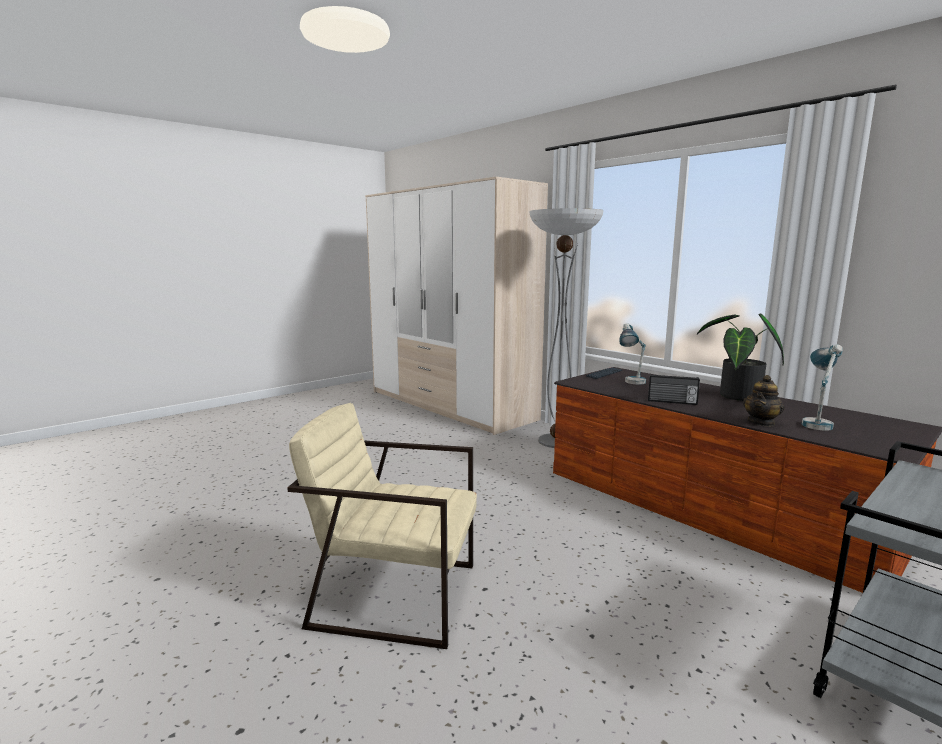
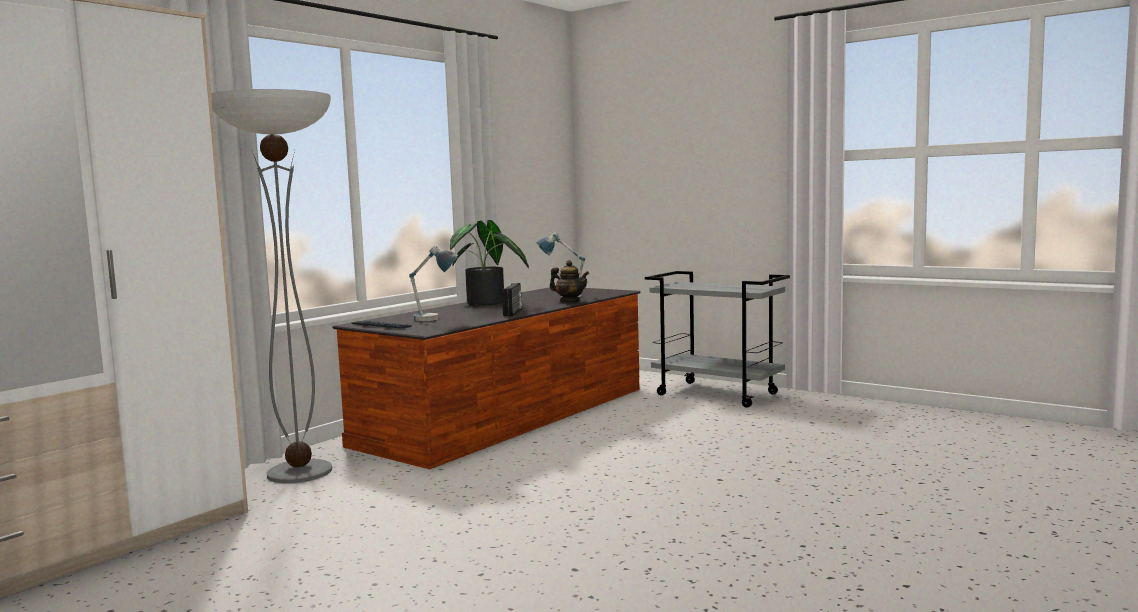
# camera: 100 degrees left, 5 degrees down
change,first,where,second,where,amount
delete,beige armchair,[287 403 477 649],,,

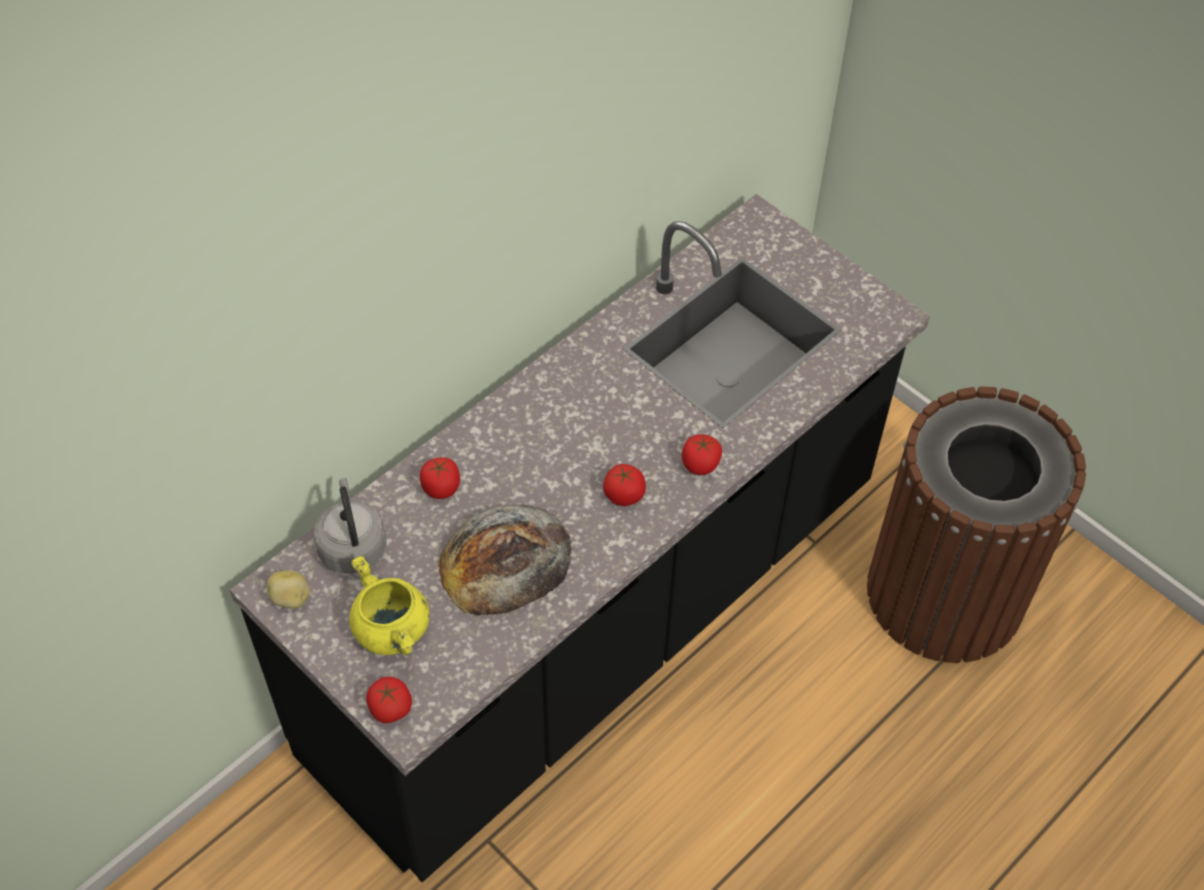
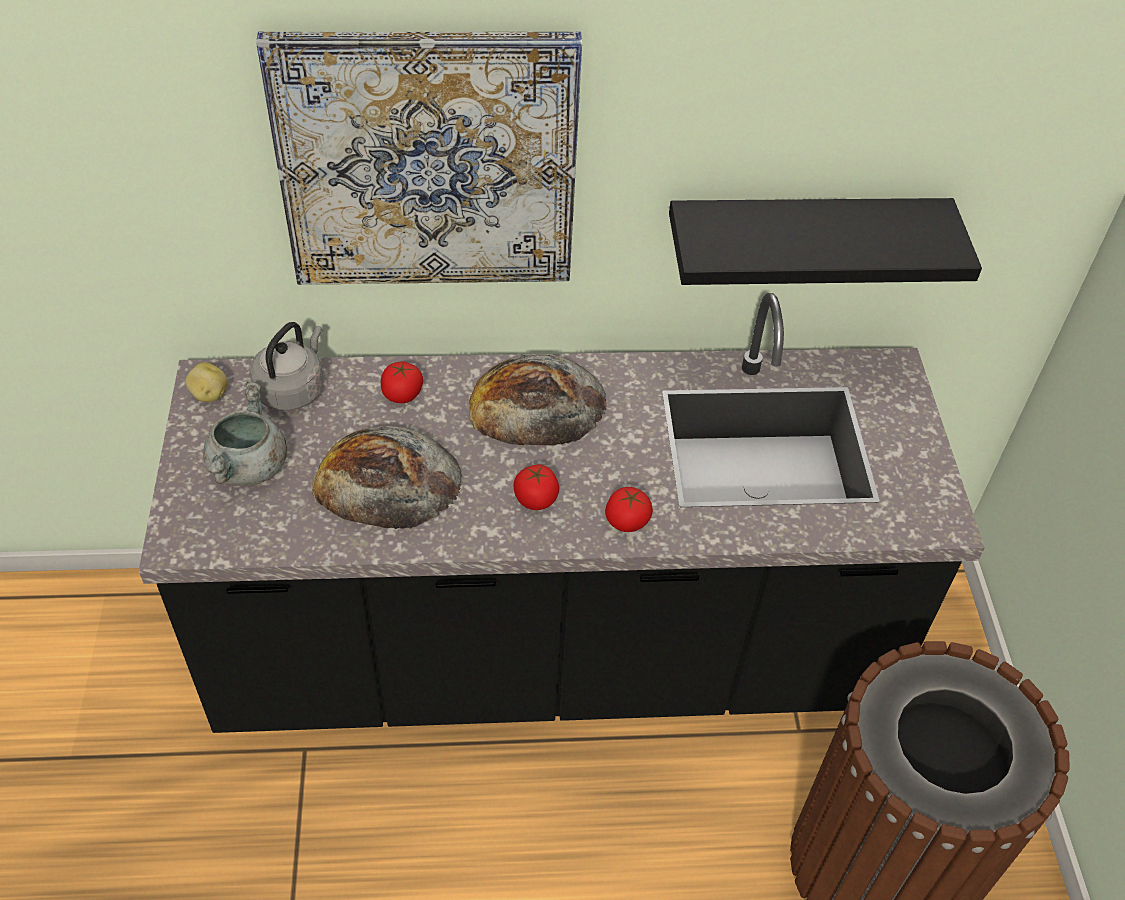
# camera: 40 degrees right, 5 degrees down
change,first,where,second,where,amount
recolor,yellow cooking pot,[349 556 430 655],grey cooking pot,[203 382 287 486],
insert,,,picture,[256 31 582 285],
insert,,,bread,[469 354 607 446],
insert,,,black shelf,[669 198 982 285],
delete,tomato,[366 677 412 723],,,

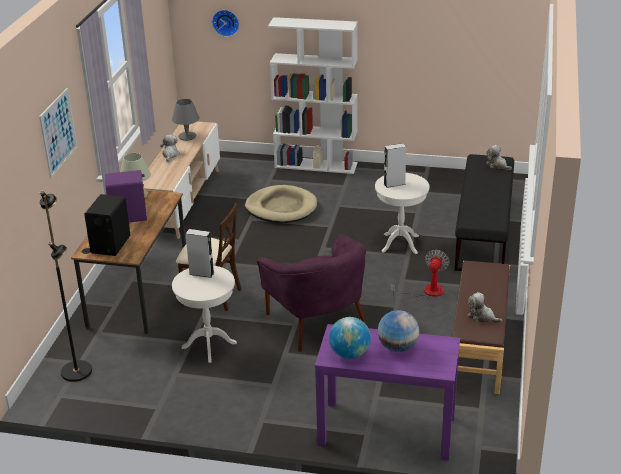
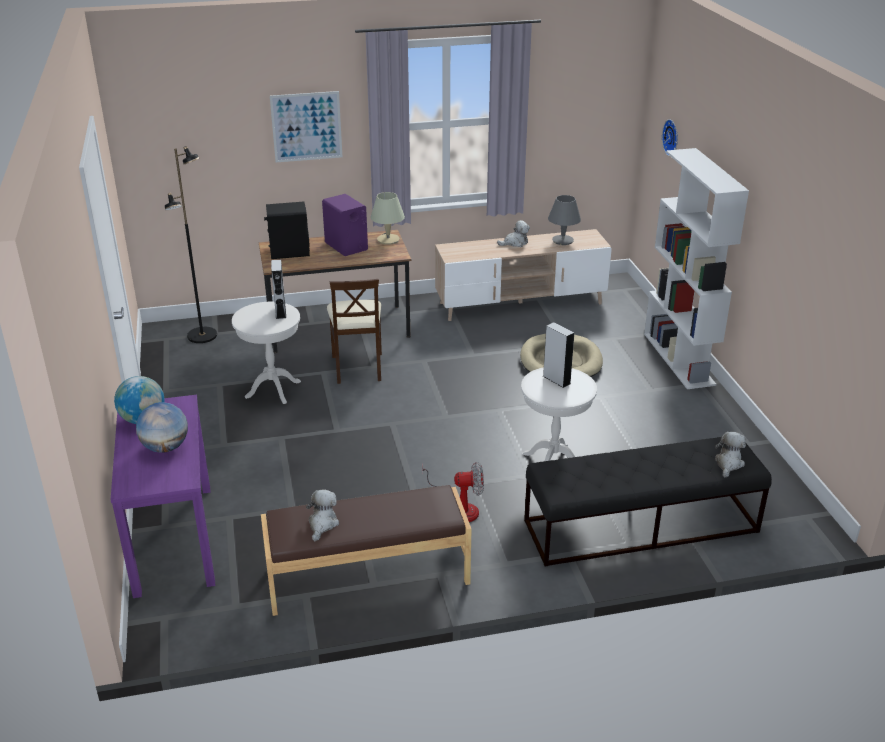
# camera: 65 degrees right, 0 degrees up
change,first,where,second,where,amount
delete,purple armchair,[257 234 367 352],,,

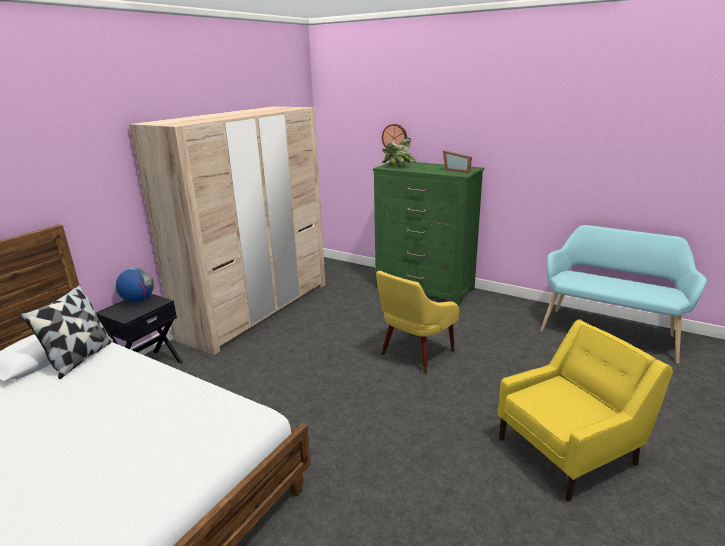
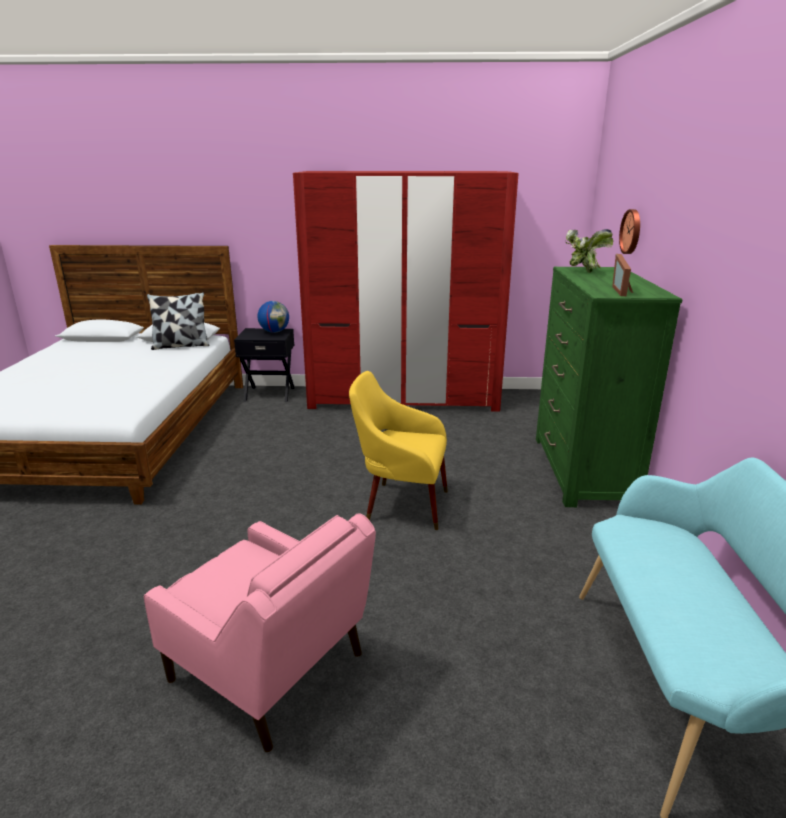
# camera: 60 degrees right, 0 degrees up
change,first,where,second,where,amount
recolor,yellow armchair,[497 319 673 501],pink armchair,[144 514 376 752],
recolor,beige wardrobe,[129 106 325 355],red wardrobe,[293 171 519 412],

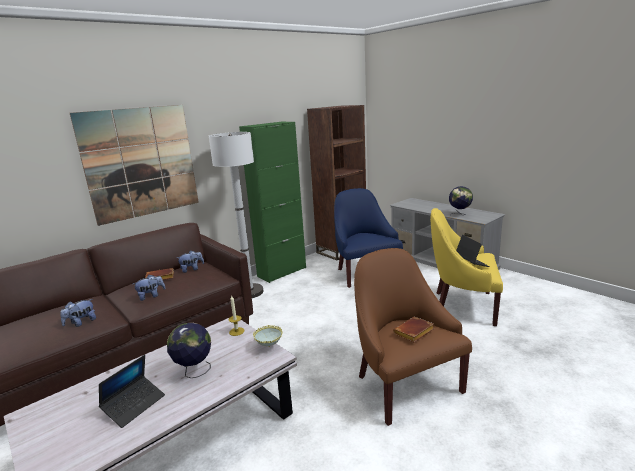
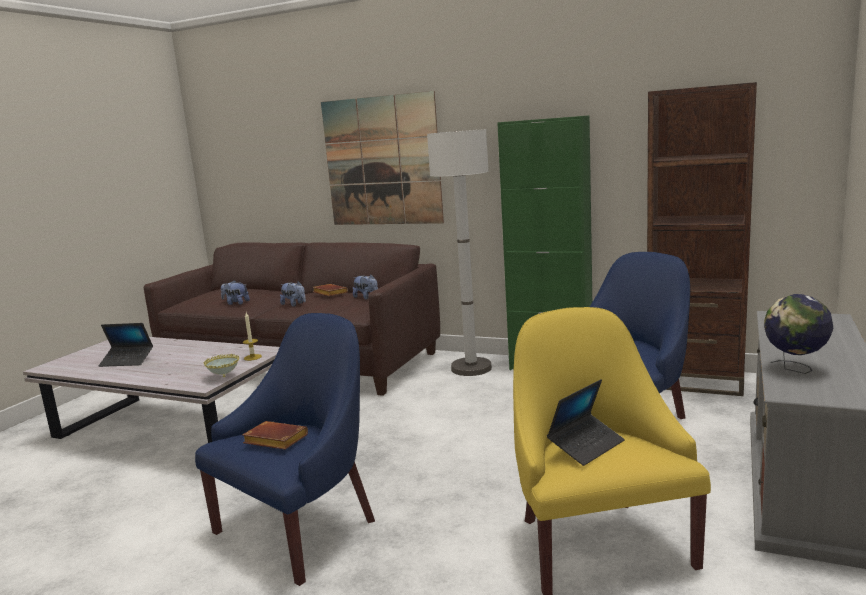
# camera: 65 degrees right, 5 degrees down
change,first,where,second,where,amount
recolor,brown armchair,[354 248 472 426],blue armchair,[195 313 375 586],
delete,globe,[167 323 211 378],,,

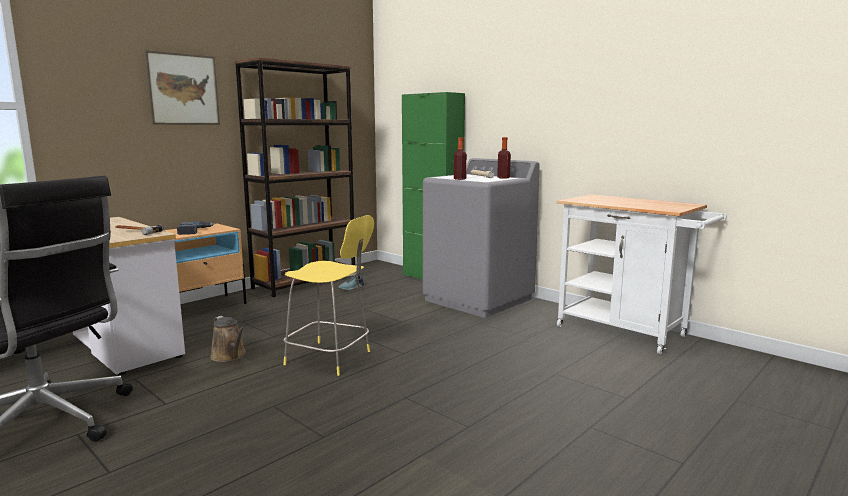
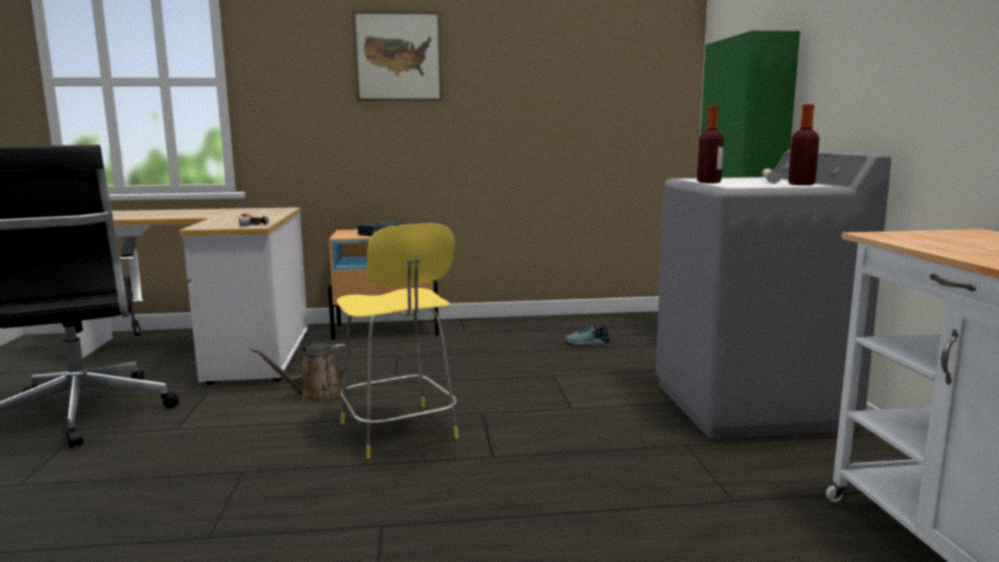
# camera: 40 degrees right, 0 degrees up
change,first,where,second,where,amount
rotate,brown watering can,[210 316 246 362],,[250 343 352 400],60 degrees clockwise
delete,brown bookcase,[235 57 356 297],,,

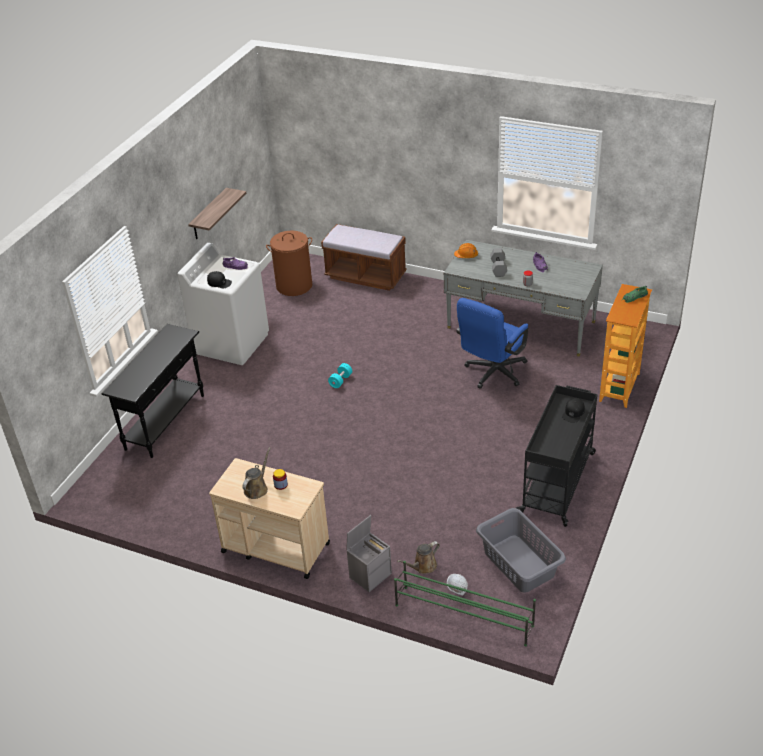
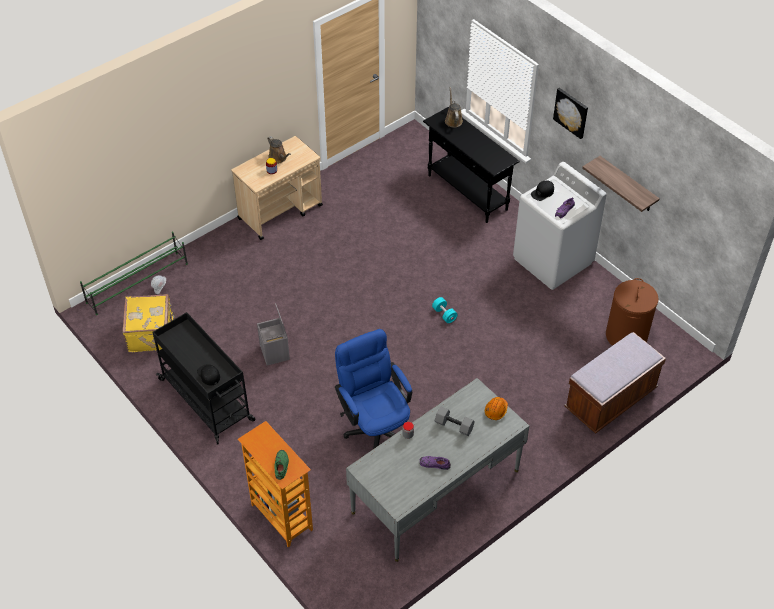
# camera: 115 degrees right, 10 degrees up
change,first,where,second,where,amount
replace,grey laundry basket,[476 508 566 592],yellow suitcase,[122 294 175 353],
move,grey storage box,[346 515 392 592],,[257 303 290 366],
move,brown watering can,[397 541 440 574],,[445 87 463 128],
insert,,,picture,[553 88 588 139],

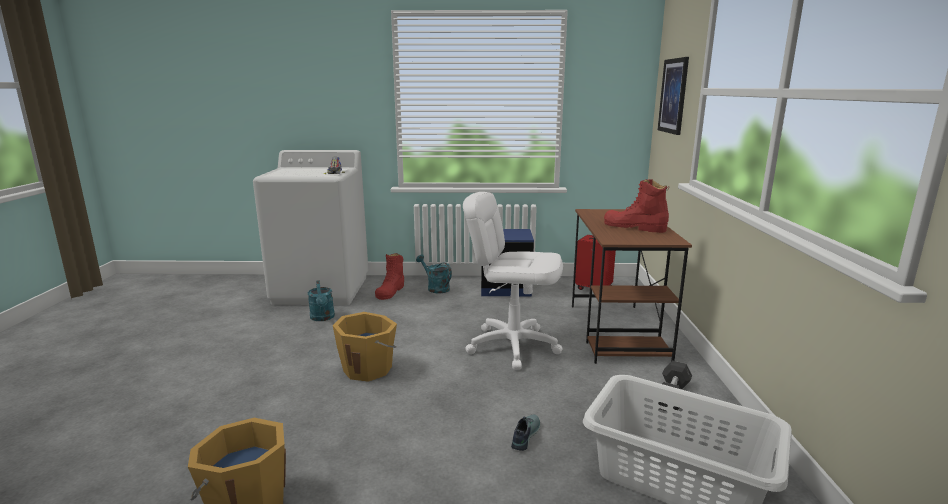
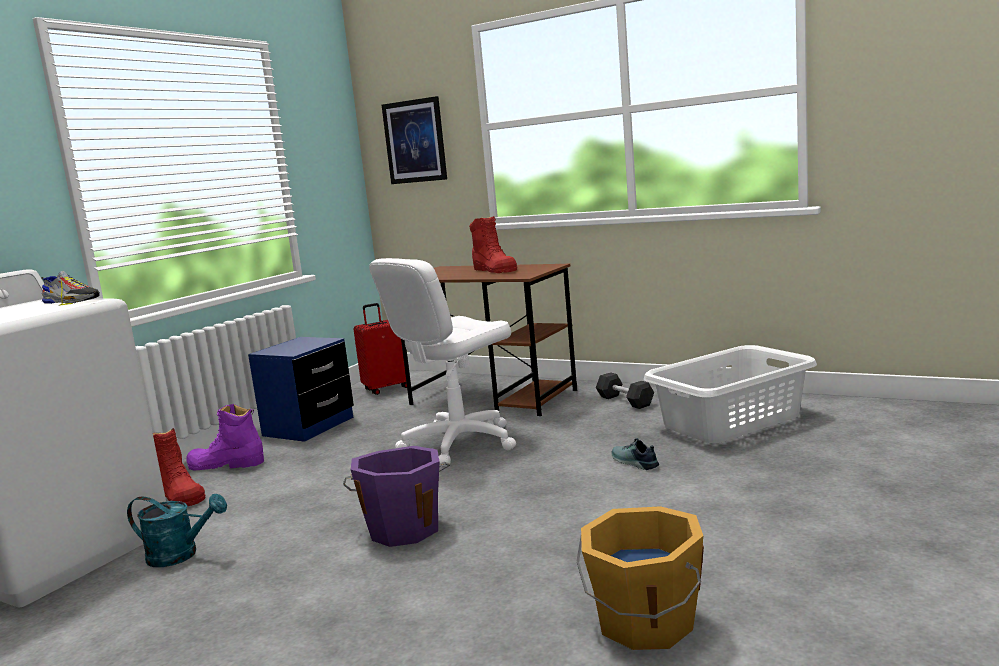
# camera: 60 degrees left, 5 degrees down
change,first,where,second,where,amount
replace,turquoise watering can,[416 255 452 293],purple boot,[186 404 264 471],
recolor,orange bucket,[333 312 397 382],purple bucket,[343 446 450 547],
rotate,red boot,[604 179 669 233],,[469 216 517 273],90 degrees counterclockwise

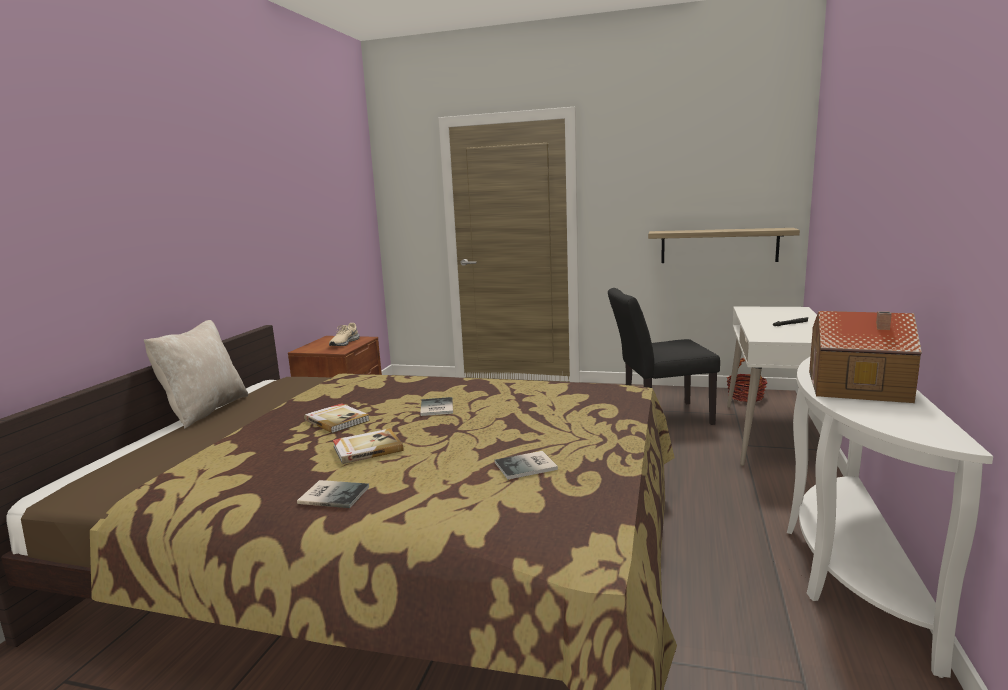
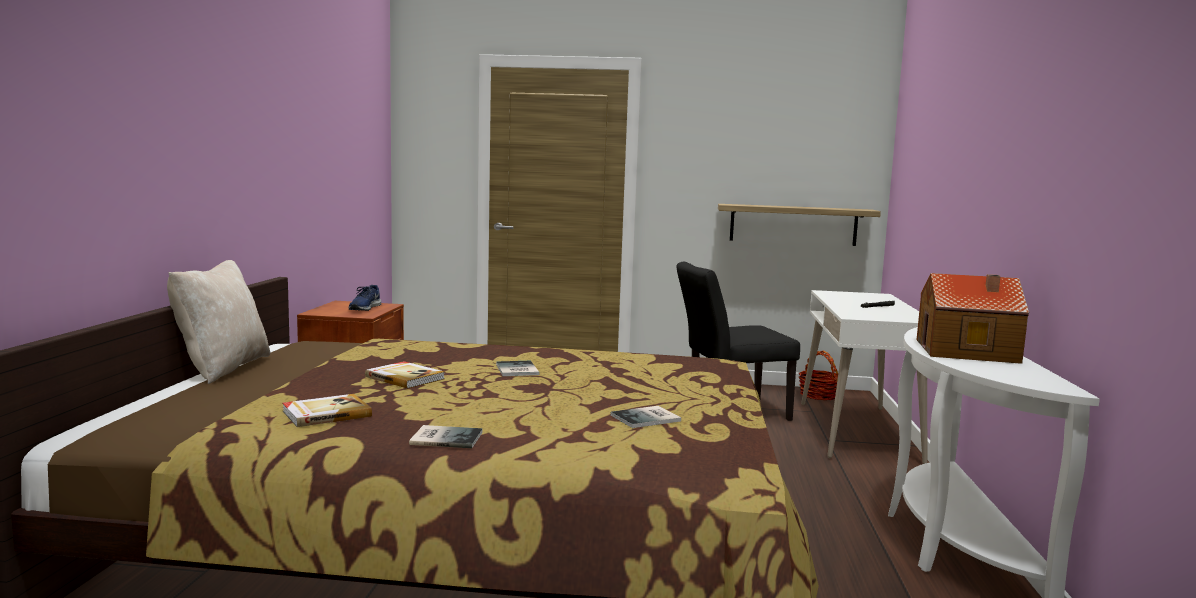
# camera: 10 degrees left, 5 degrees down
change,first,where,second,where,amount
move,book,[333 428 404 464],,[282 394 372 427],
recolor,beige shoe,[329 323 359 346],blue shoe,[349 285 382 311],

